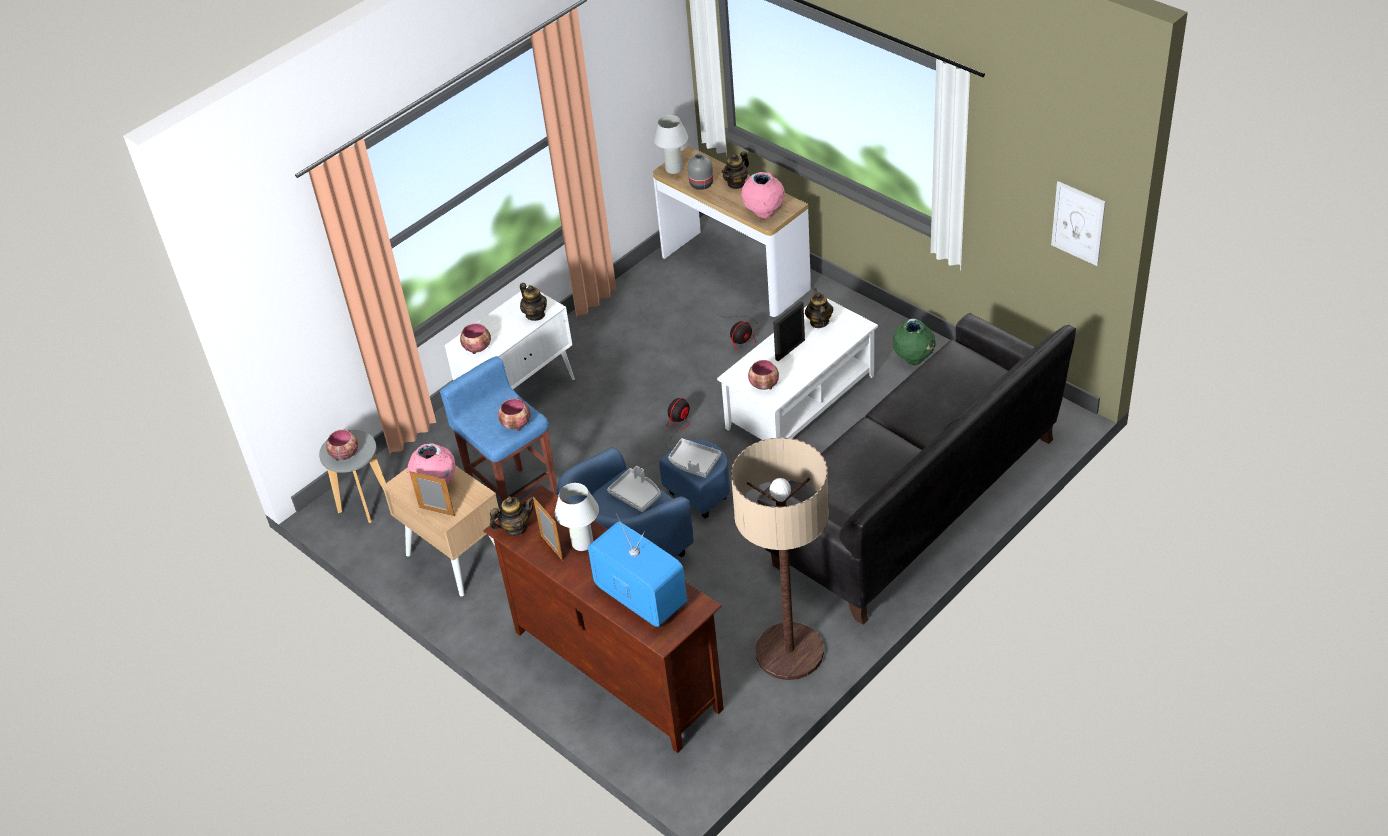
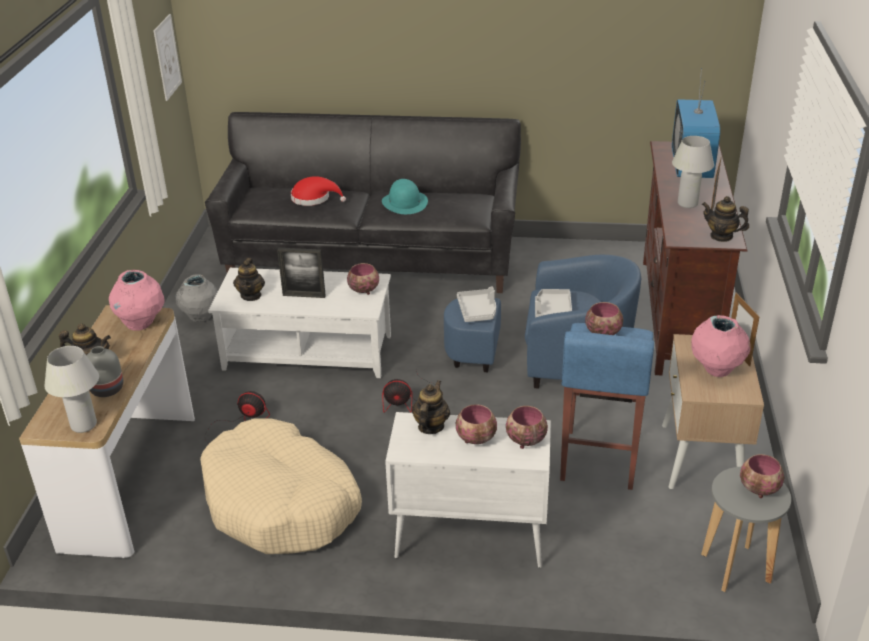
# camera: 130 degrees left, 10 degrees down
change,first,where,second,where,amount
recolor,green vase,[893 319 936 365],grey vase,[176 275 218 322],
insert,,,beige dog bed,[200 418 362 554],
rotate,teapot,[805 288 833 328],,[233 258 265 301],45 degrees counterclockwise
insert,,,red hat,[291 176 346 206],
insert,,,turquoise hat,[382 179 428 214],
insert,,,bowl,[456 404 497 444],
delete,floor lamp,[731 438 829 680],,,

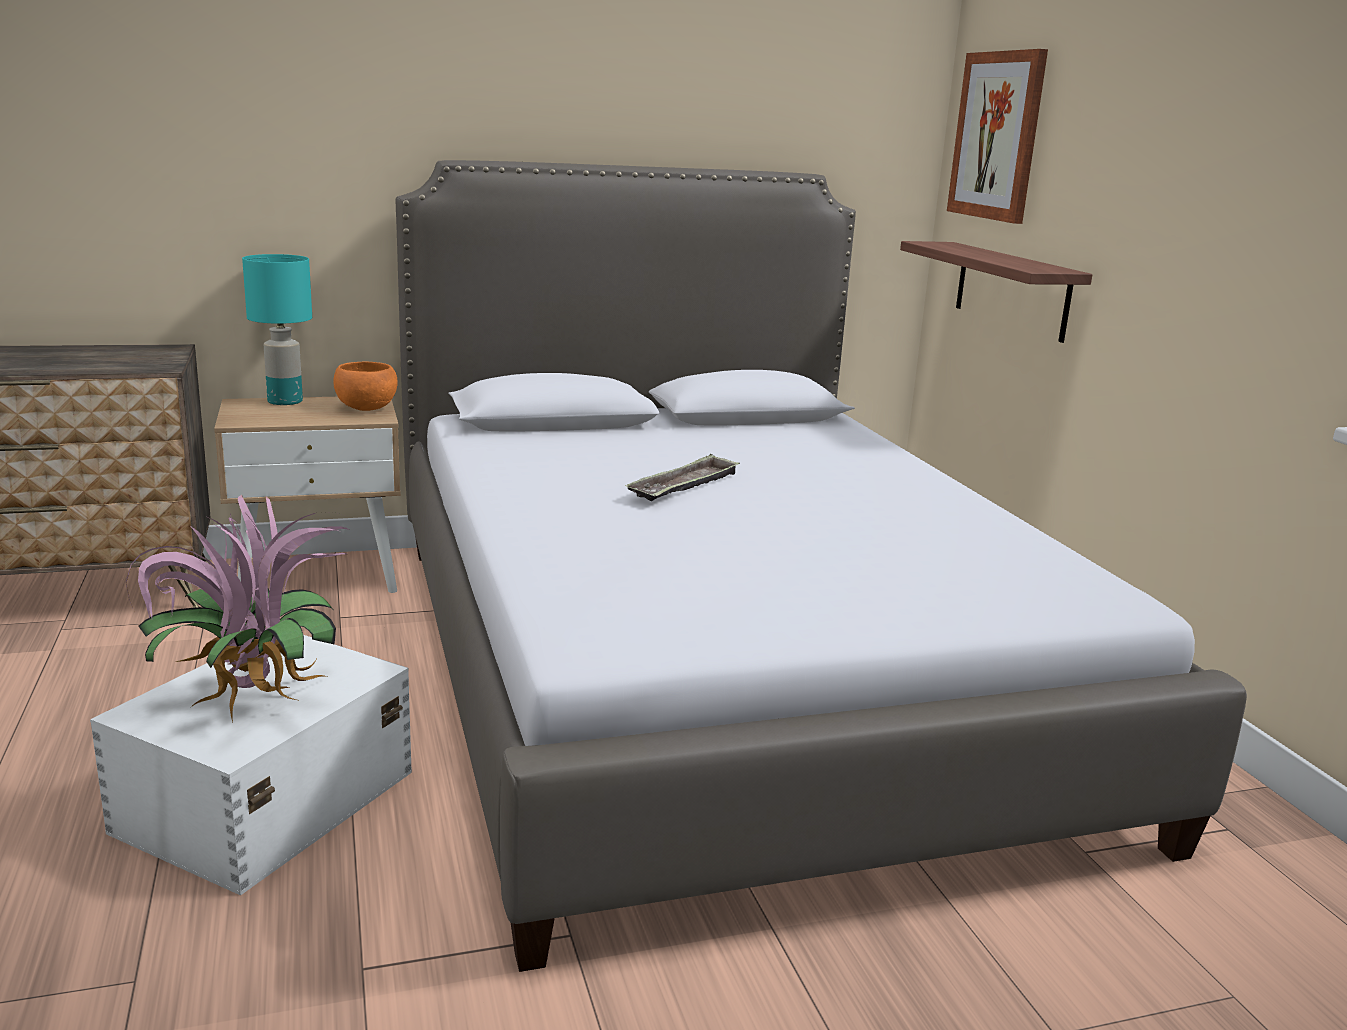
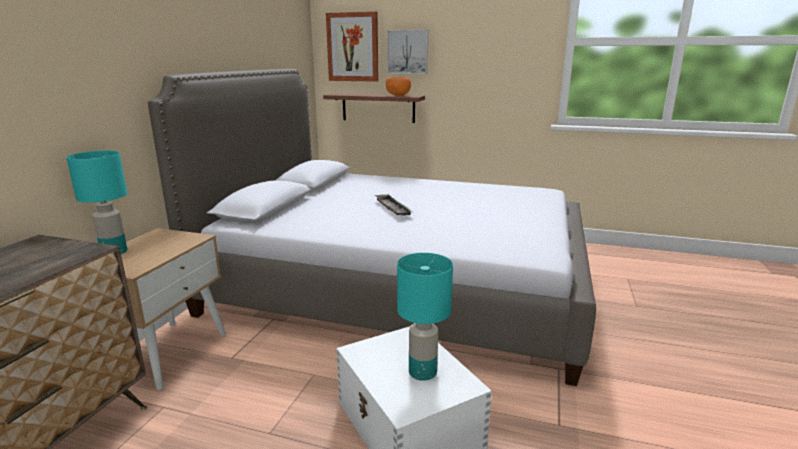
# camera: 55 degrees left, 0 degrees up
change,first,where,second,where,amount
move,orange bowl,[333 361 398 411],,[386 77 411 96],
insert,,,picture,[387 29 428 74],
replace,potted plant,[126 495 351 723],turquoise table lamp,[397 253 453 381],

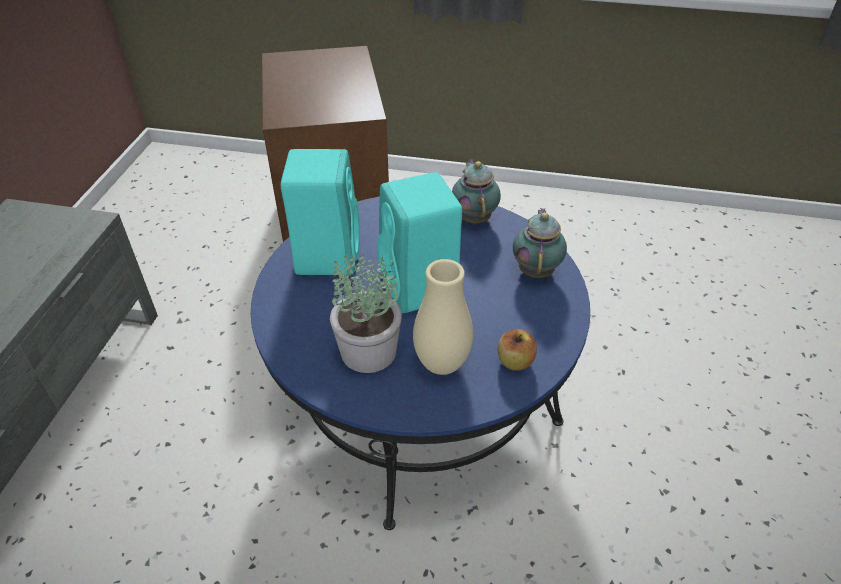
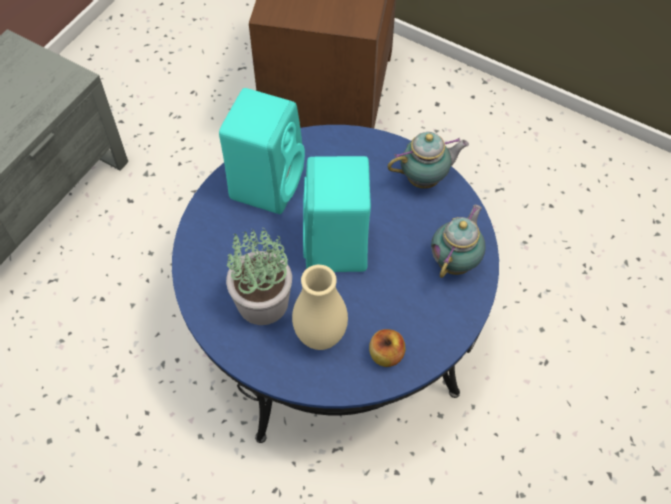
# camera: 20 degrees right, 15 degrees up
change,first,where,second,where,amount
rotate,teapot,[452 160 501 223],,[388 132 469 189],60 degrees clockwise

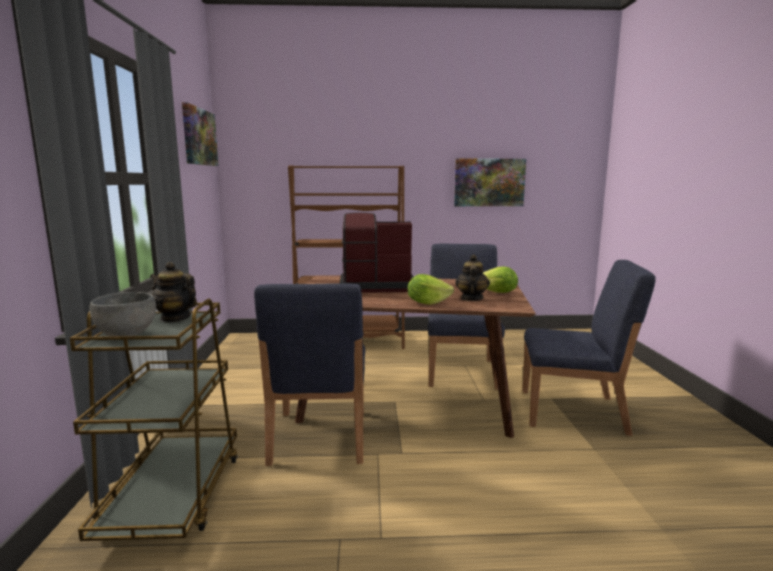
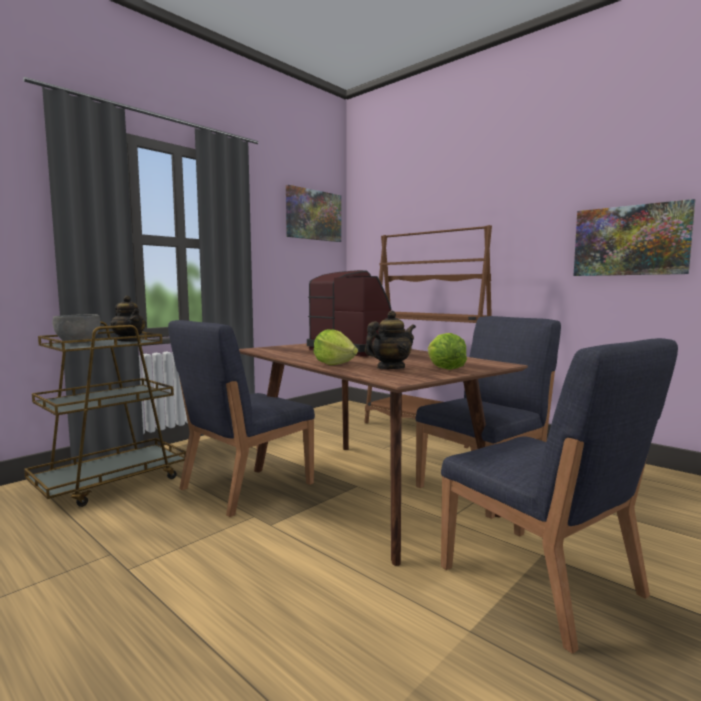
# camera: 45 degrees right, 5 degrees down
change,first,where,second,where,amount
rotate,teapot,[150 262 197 322],,[110 296 146 342],150 degrees clockwise

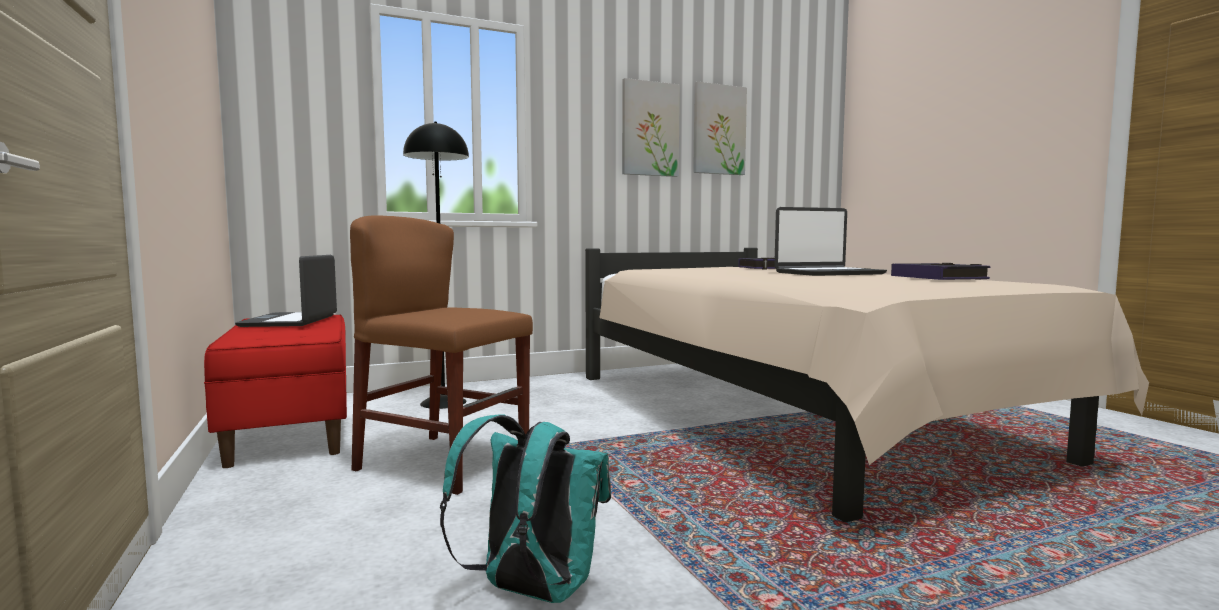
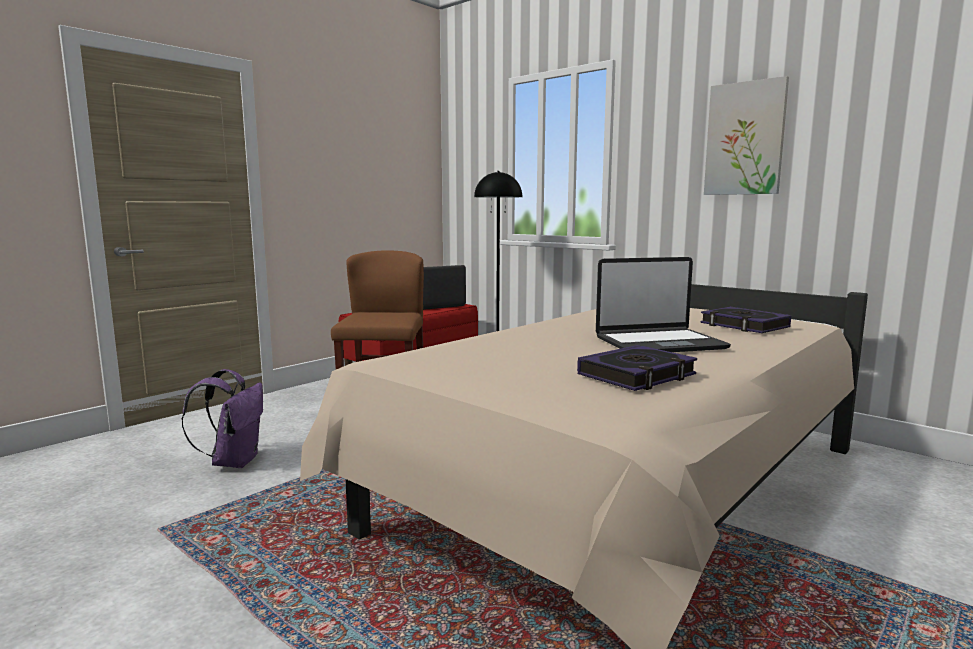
# camera: 65 degrees right, 5 degrees up
change,first,where,second,where,amount
recolor,turquoise backpack,[440 415 611 603],purple backpack,[182 369 263 468],
rotate,laptop,[774 207 887 276],,[596 257 731 352],60 degrees counterclockwise
delete,picture,[693 81 747 175],,,

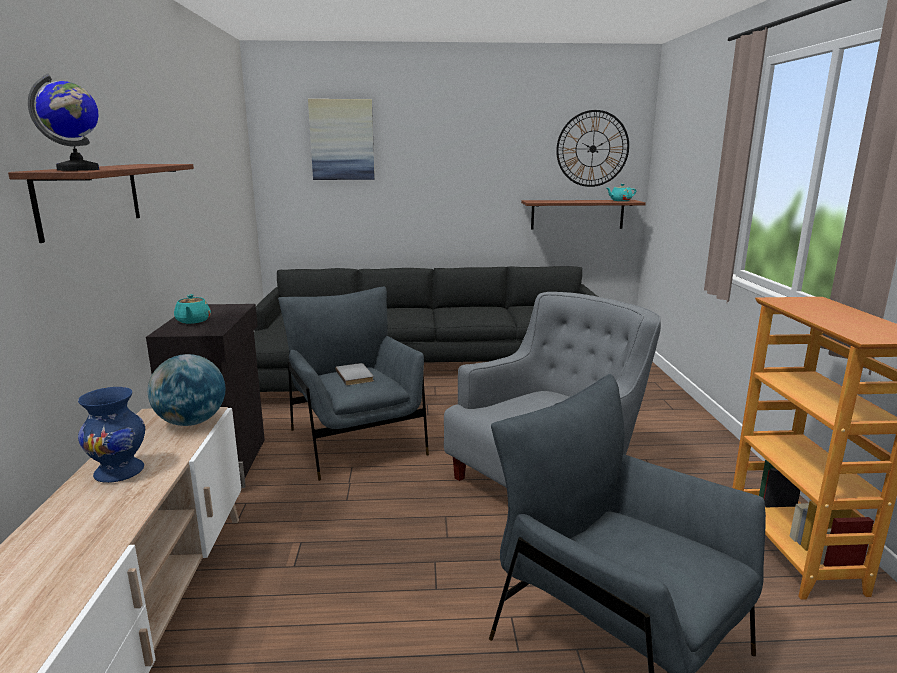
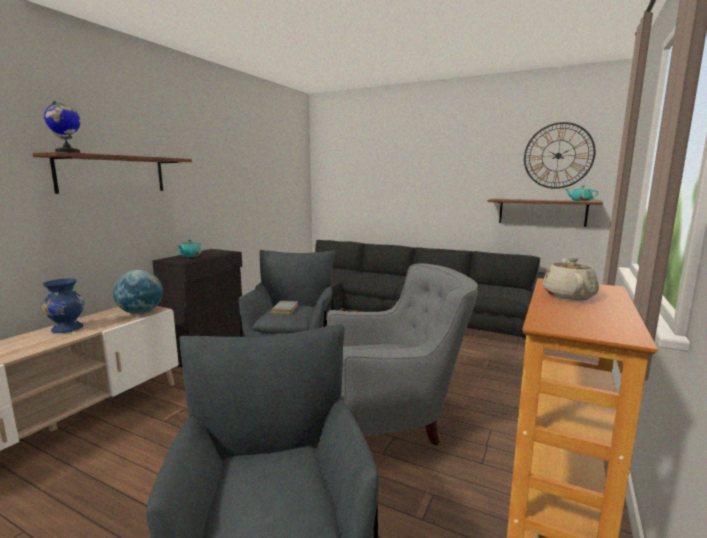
# camera: 30 degrees right, 5 degrees down
change,first,where,second,where,amount
insert,,,beige teapot,[543 257 599 300],
delete,picture,[308 99 375 180],,,

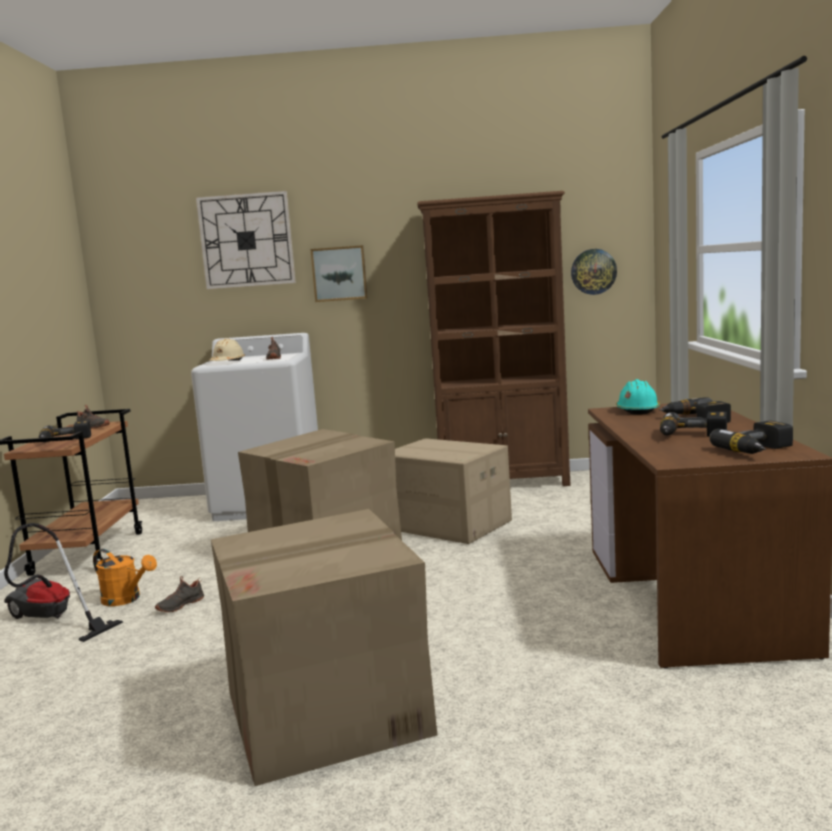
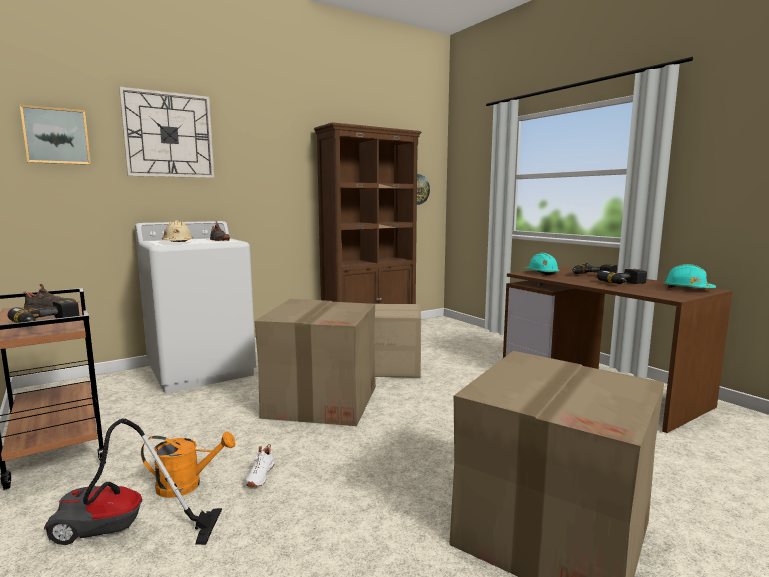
# camera: 35 degrees left, 0 degrees up
change,first,where,second,where,amount
move,picture,[310 245 368 302],,[20 105 91 165],
recolor,black shoe,[155 576 204 613],white shoe,[245 444 274 487],
replace,power drill,[709 420 793 454],turquoise hard hat,[663 264 716 288],

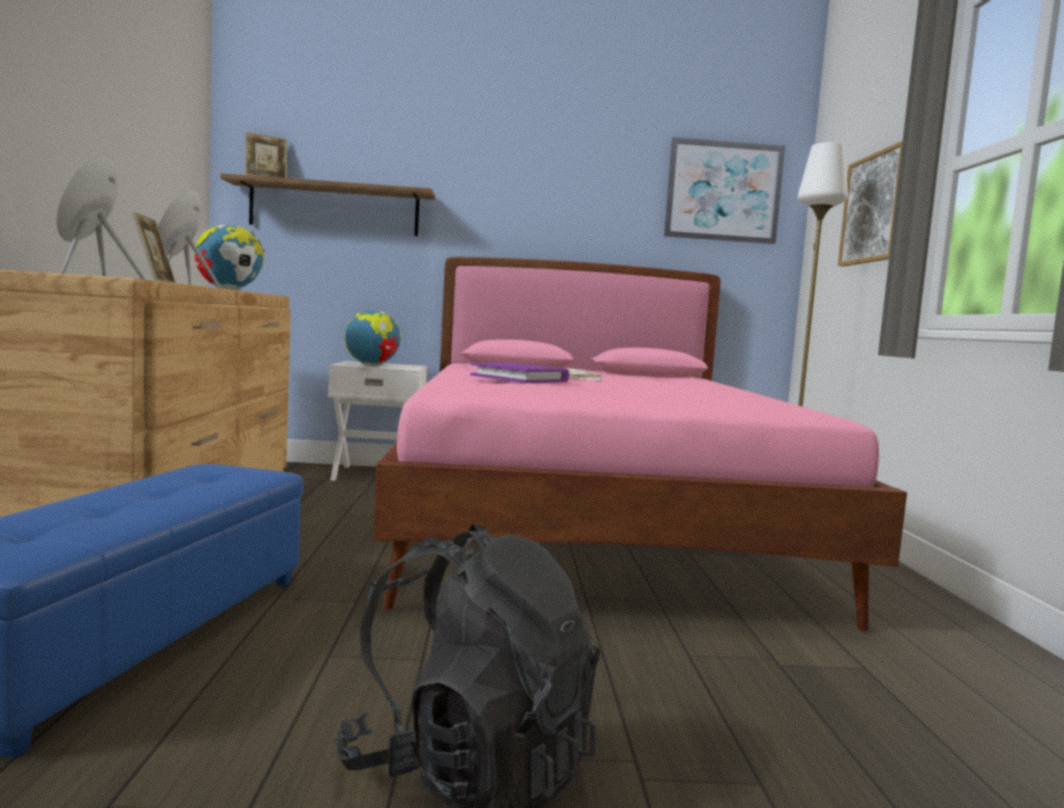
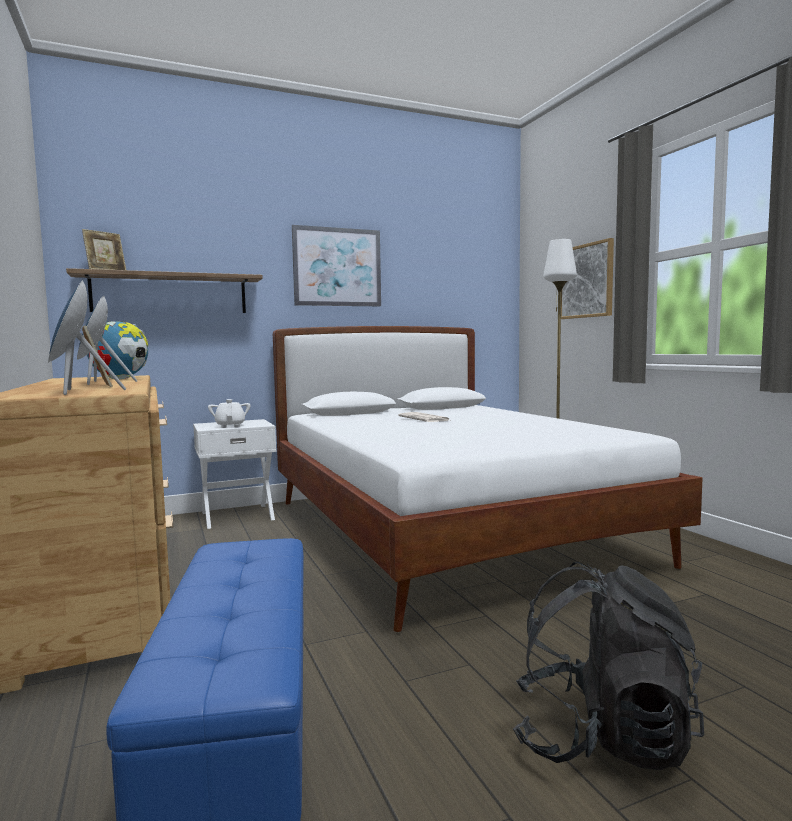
# camera: 20 degrees left, 0 degrees up
change,first,where,second,where,amount
replace,globe,[345 310 402 366],white teapot,[208 399 250 428],
recolor,pink bed,[373 257 907 631],white bed,[273 326 703 632],
move,picture,[664 137 785 244],,[292 225 381 306],
delete,purple book,[470 363 569 383],,,

